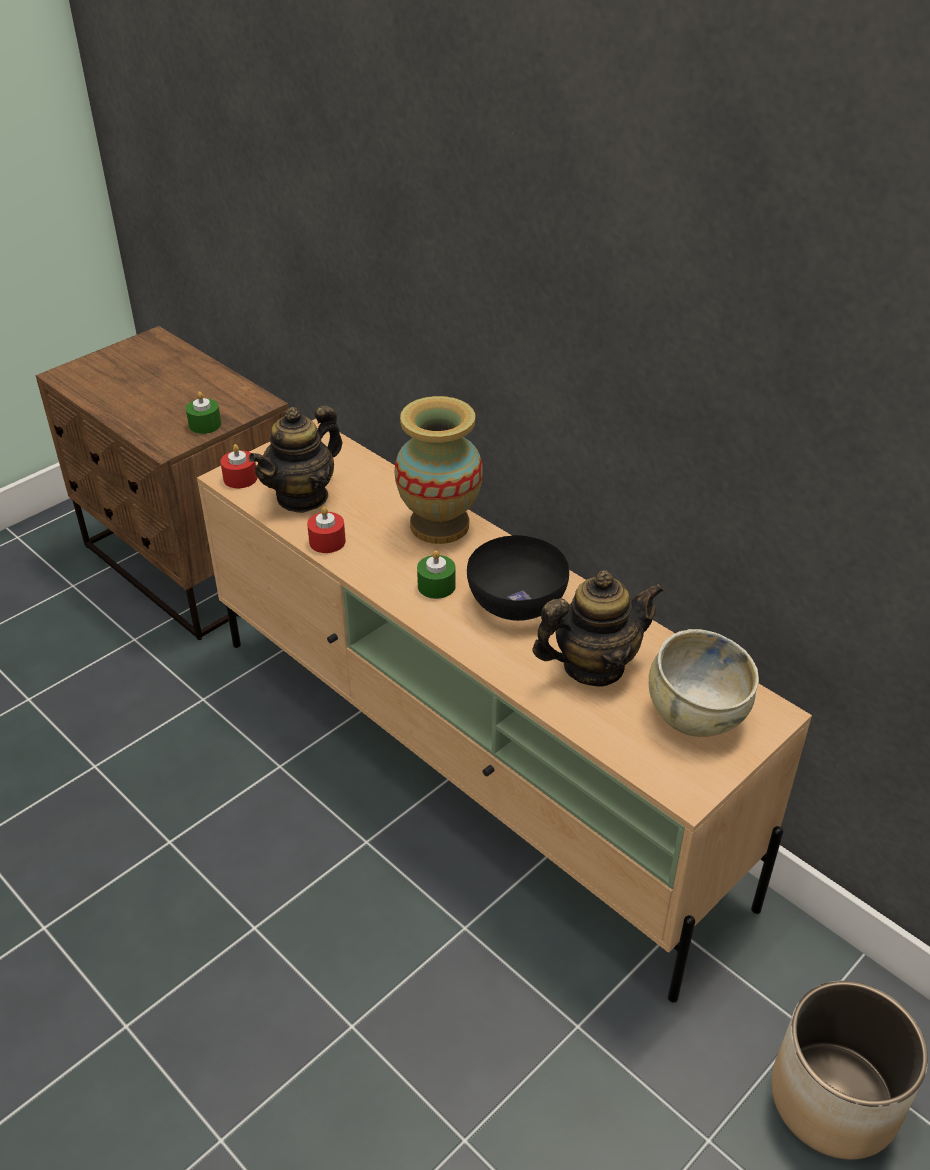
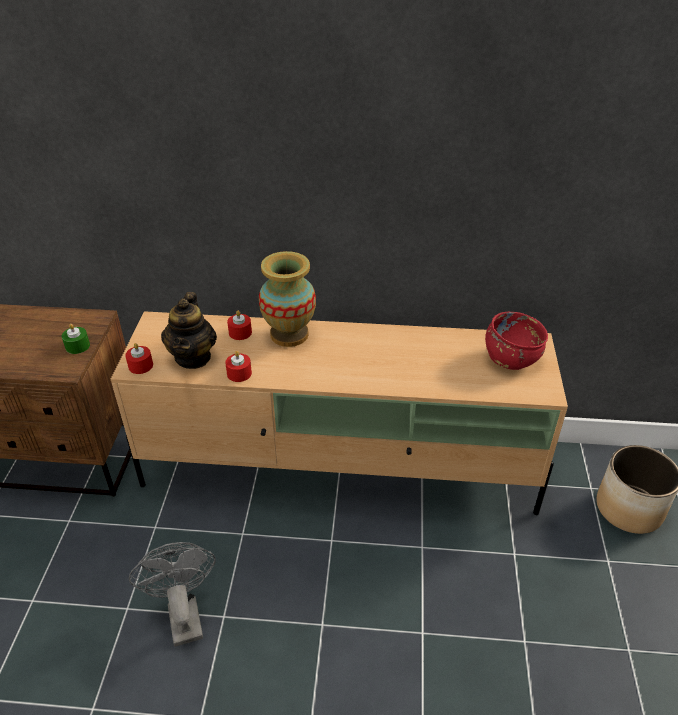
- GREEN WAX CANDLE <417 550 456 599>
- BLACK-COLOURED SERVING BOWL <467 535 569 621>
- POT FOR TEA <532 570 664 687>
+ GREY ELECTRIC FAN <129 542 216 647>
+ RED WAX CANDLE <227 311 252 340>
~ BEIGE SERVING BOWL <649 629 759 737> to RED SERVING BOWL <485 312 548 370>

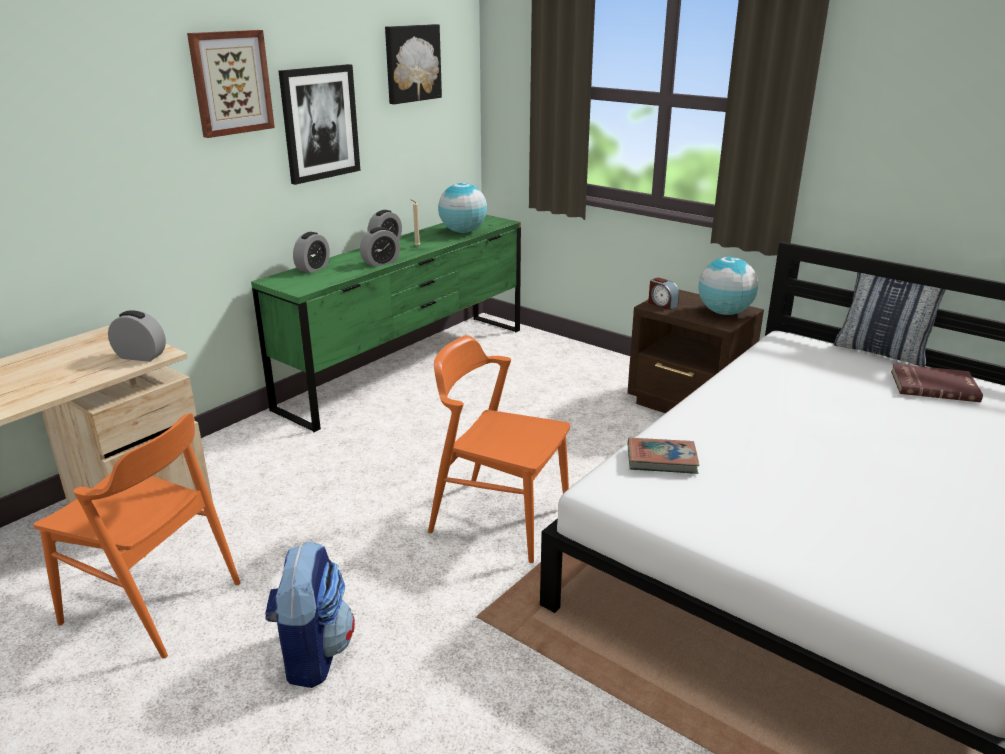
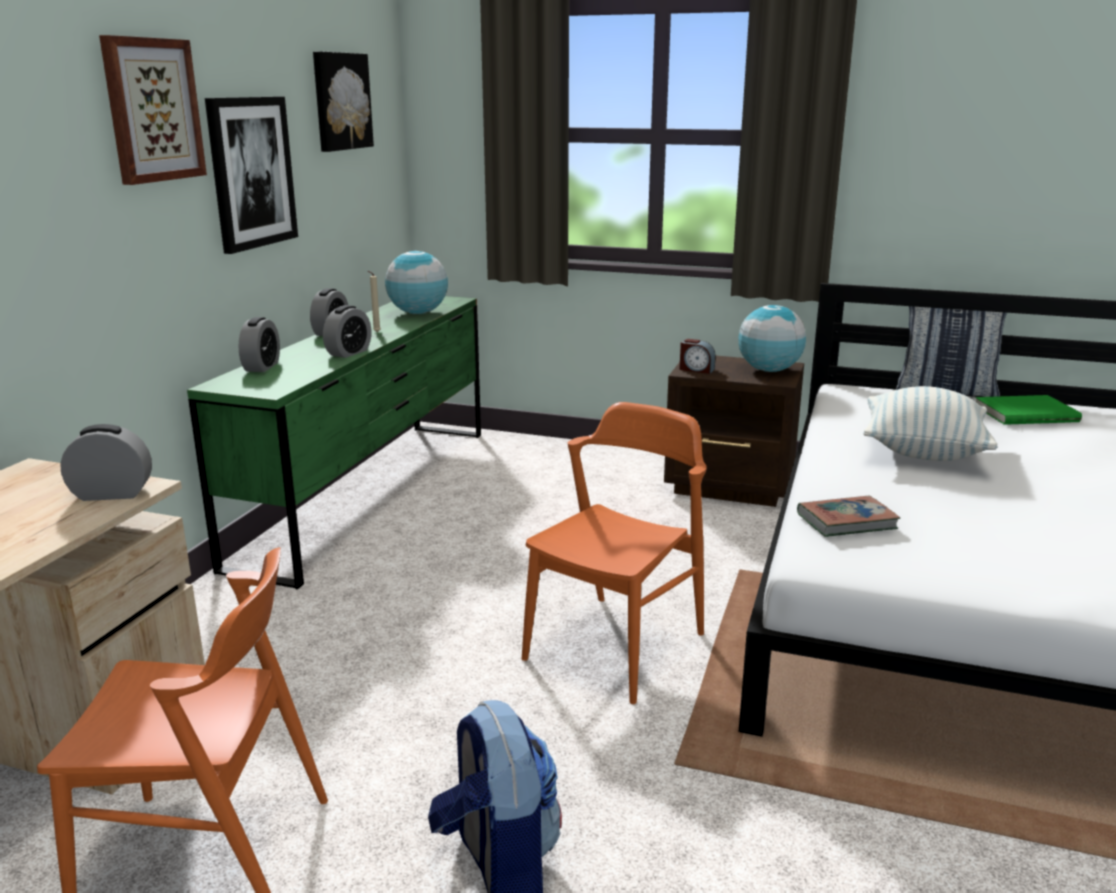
+ THROW PILLOW <863 386 997 461>
~ RED BOOK <891 364 983 402> to GREEN BOOK <976 395 1082 425>
~ ORANGE-COLOURED UPRIGHT CHAIR <428 335 570 563> = <522 402 707 704> 120 degrees clockwise

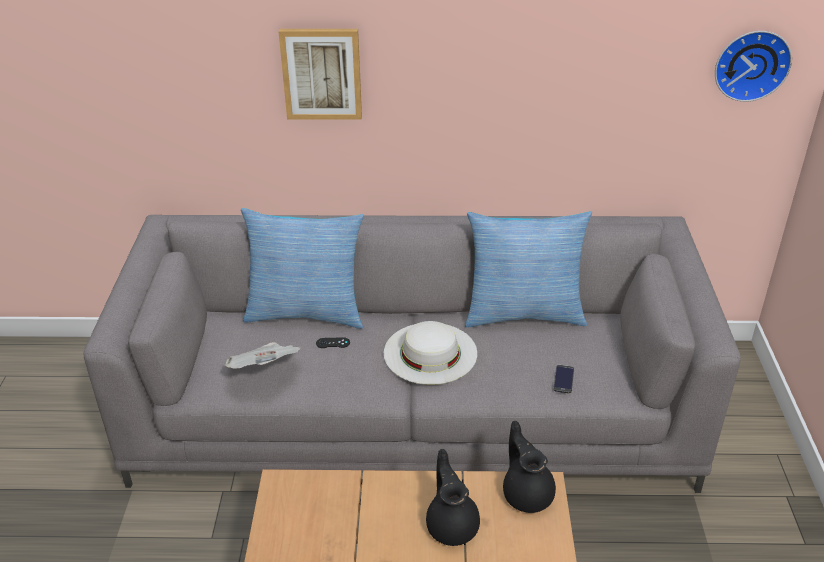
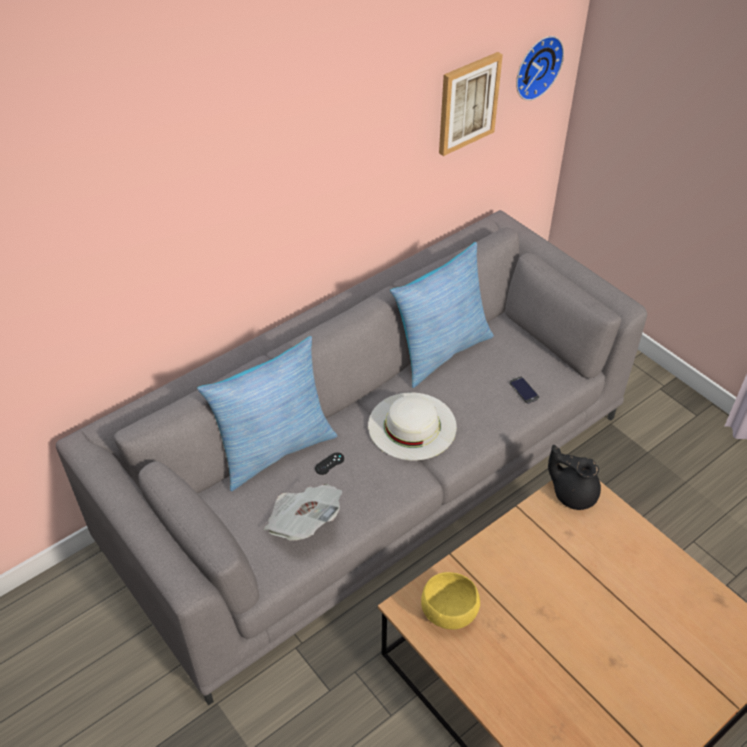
- BLACK-COLOURED POT FOR TEA <426 449 480 546>
+ YELLOW SERVING BOWL <421 572 480 630>
~ PICTURE <279 29 362 120> to <439 52 503 156>

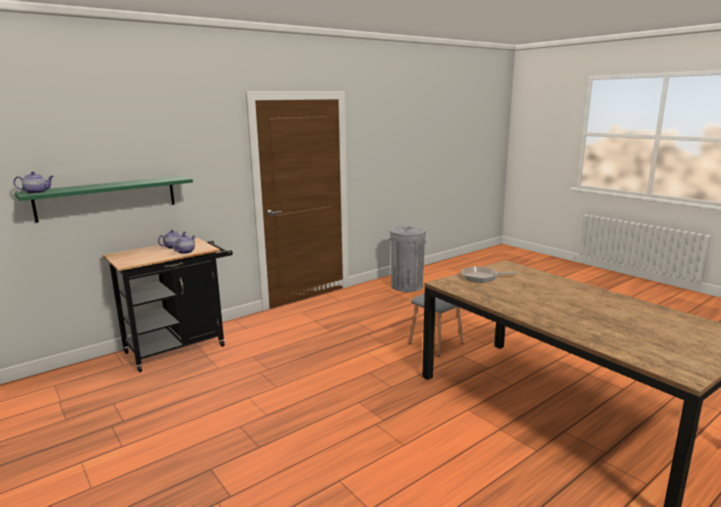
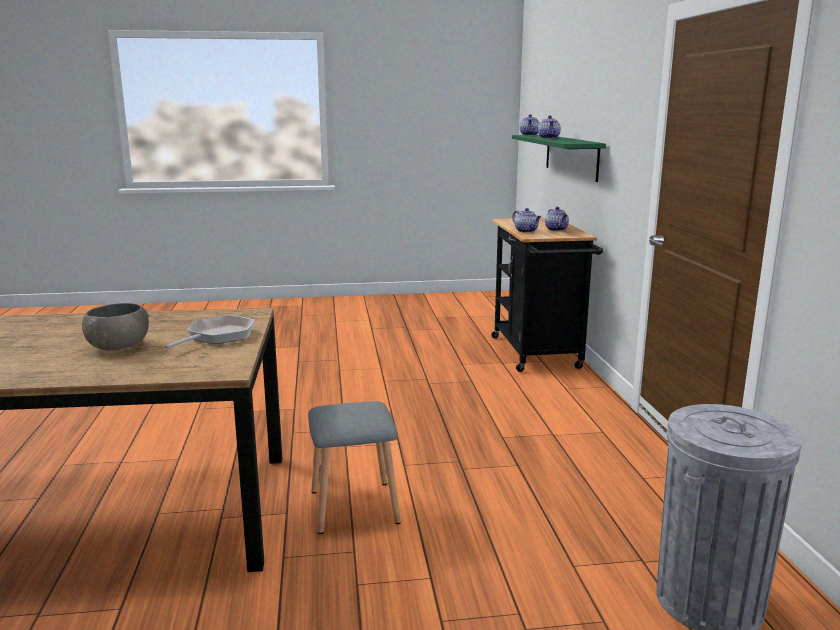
+ GREY SERVING BOWL <82 303 149 350>
+ POT FOR TEA <538 116 561 138>

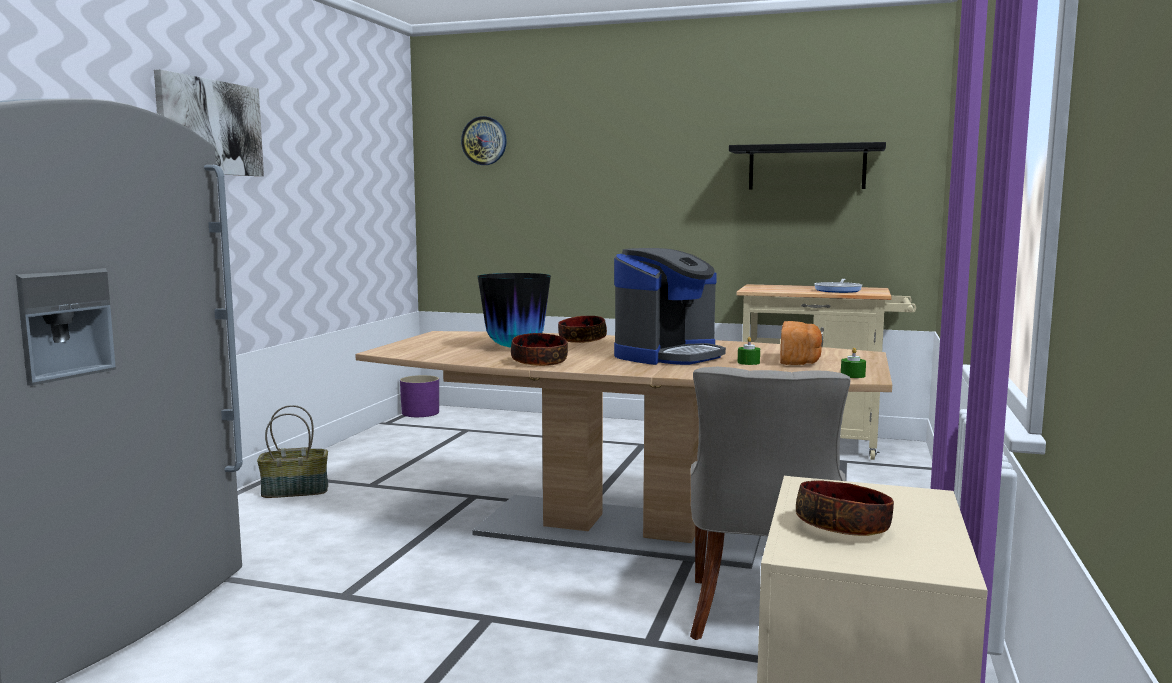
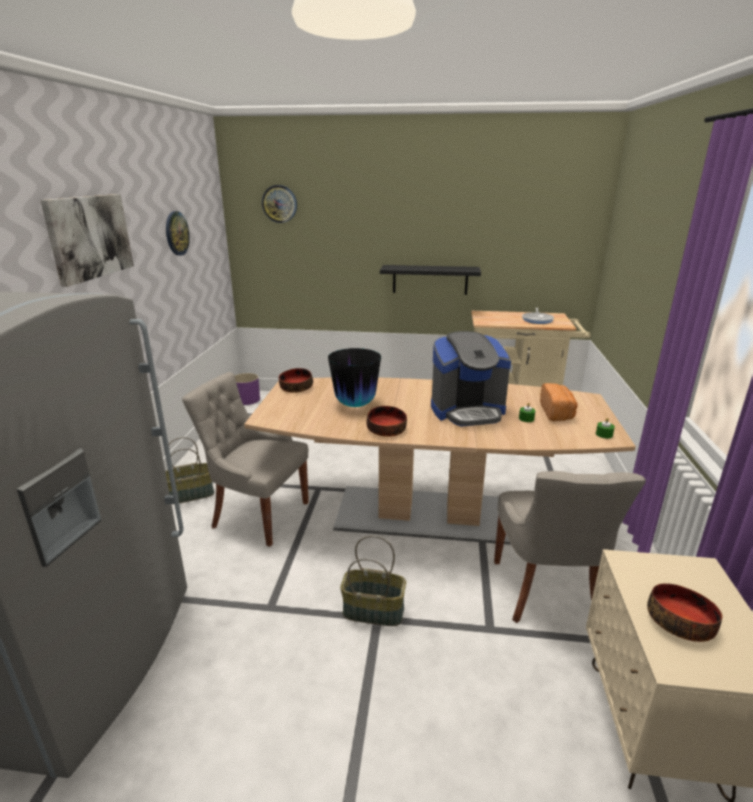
+ WALL CLOCK <166 211 190 256>
+ GREY UPRIGHT CHAIR <182 372 309 547>
+ BASKET <340 536 406 626>
~ SERVING BOWL <558 316 607 343> to <279 368 313 393>
~ BLACK-COLOURED SHELF <729 142 886 190> to <380 265 481 295>
~ COFFEE MAKER <614 248 726 365> = <431 331 511 426> 45 degrees clockwise

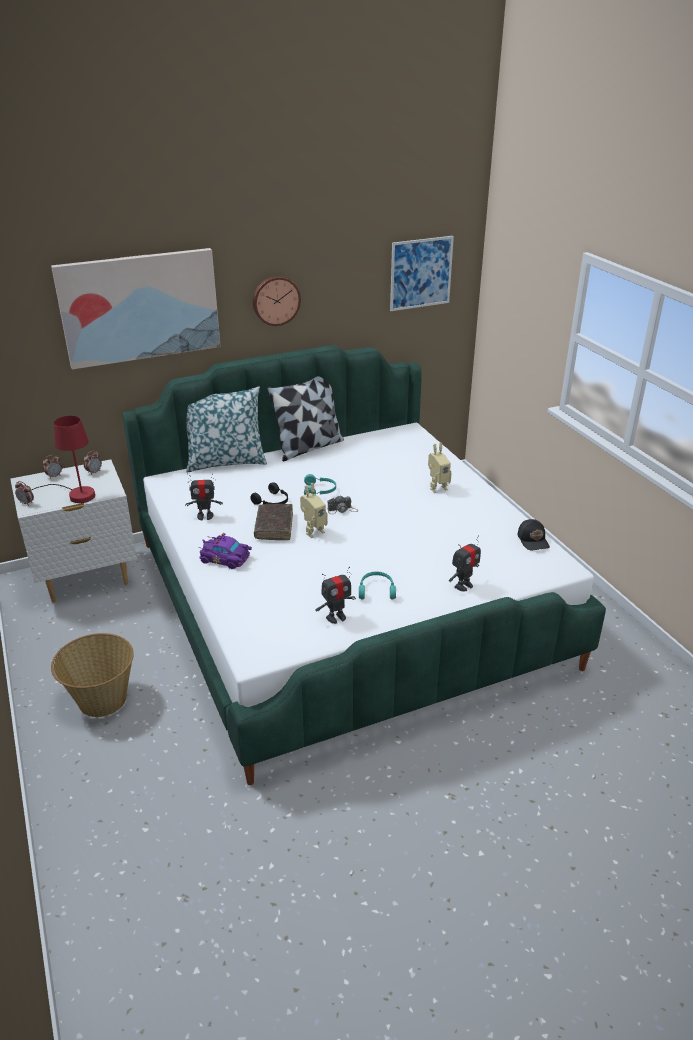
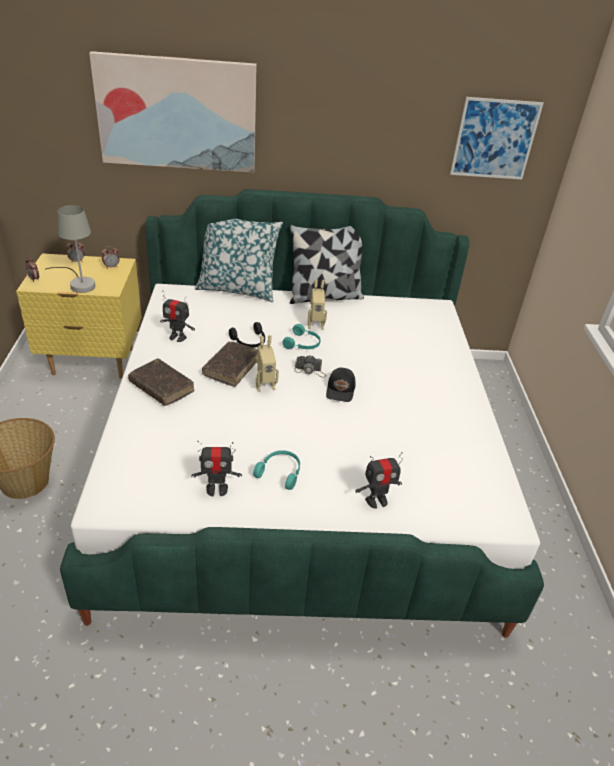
- WALL CLOCK <253 276 301 326>
~ TOY ROBOT <428 443 452 493> to <308 279 327 330>
~ BLACK-COLOURED CAP <518 519 550 550> to <326 368 356 402>
~ PURPLE MODEL CAR <198 533 252 569> to BROWN BOOK <128 359 195 406>
~ WHITE-COLOURED BEDSIDE TABLE <10 459 137 602> to YELLOW BEDSIDE TABLE <16 253 142 378>
~ RED TABLE LAMP <31 416 95 503> to GREY TABLE LAMP <46 205 95 293>

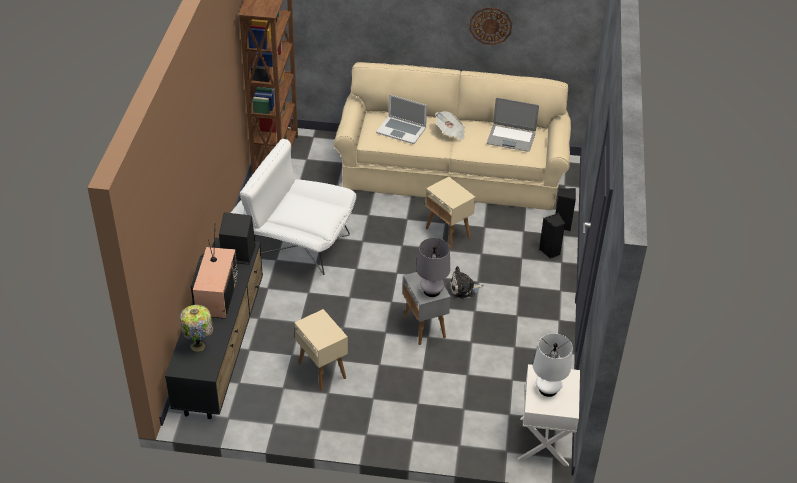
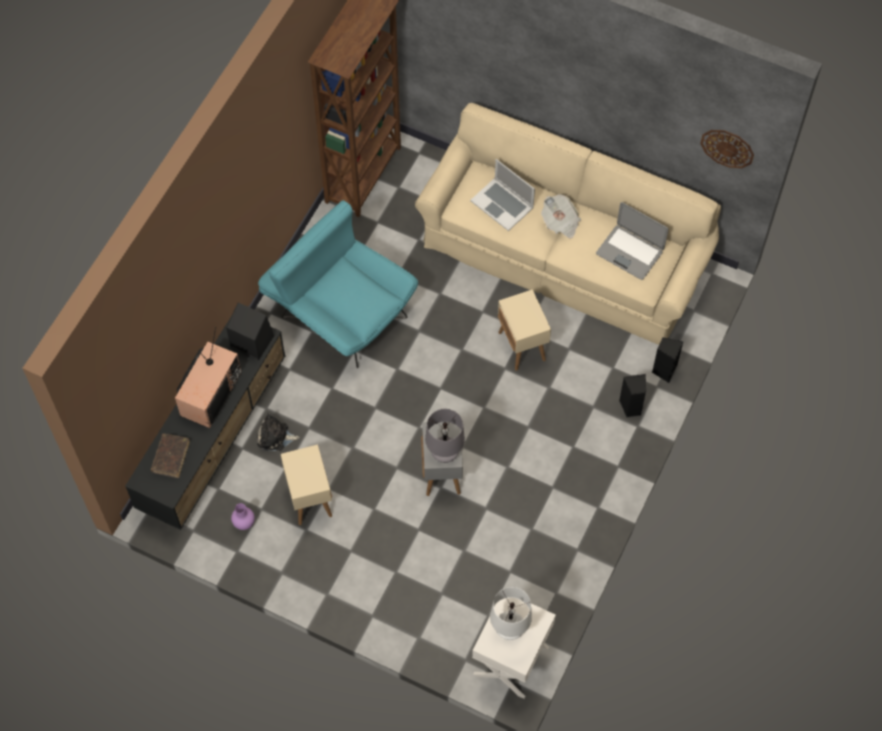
+ PURPLE FLOWER VASE <231 503 255 530>
~ SOFT TOY <449 266 483 299> to <257 412 300 451>
~ WALL CLOCK <469 7 512 45> to <700 130 754 168>
~ TABLE LAMP <180 305 214 352> to BROWN BOOK <151 434 190 478>
~ WHITE-COLOURED EASY CHAIR <231 139 356 275> to TURQUOISE EASY CHAIR <258 200 418 368>

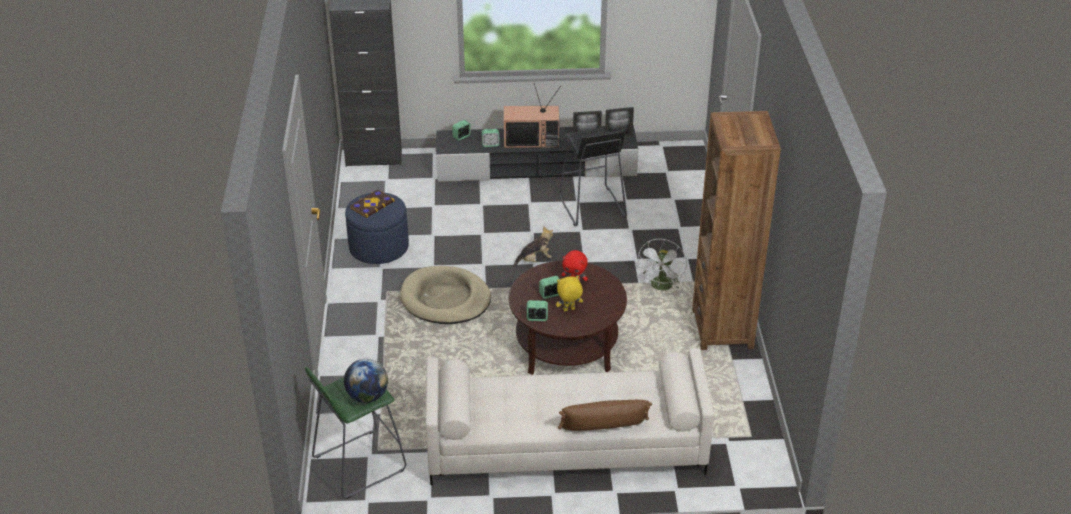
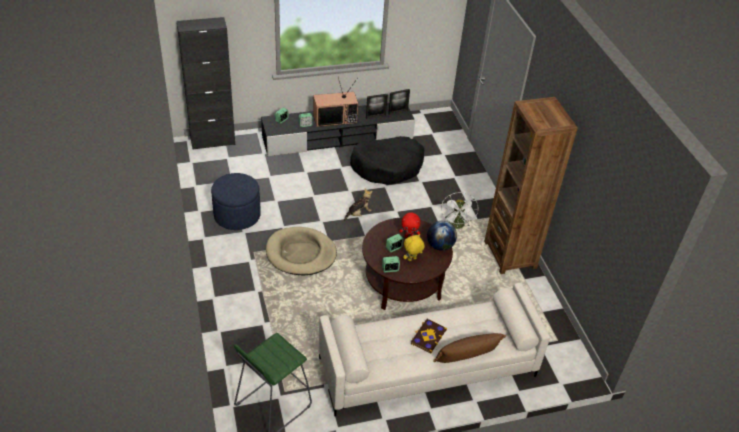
~ WORLD GLOBE <344 359 388 403> to <427 221 457 251>
~ BOOK <350 190 395 218> to <411 319 447 354>
~ BLACK-COLOURED SITTING STOOL <560 127 627 226> to BLACK-COLOURED DOG BED <350 136 424 185>

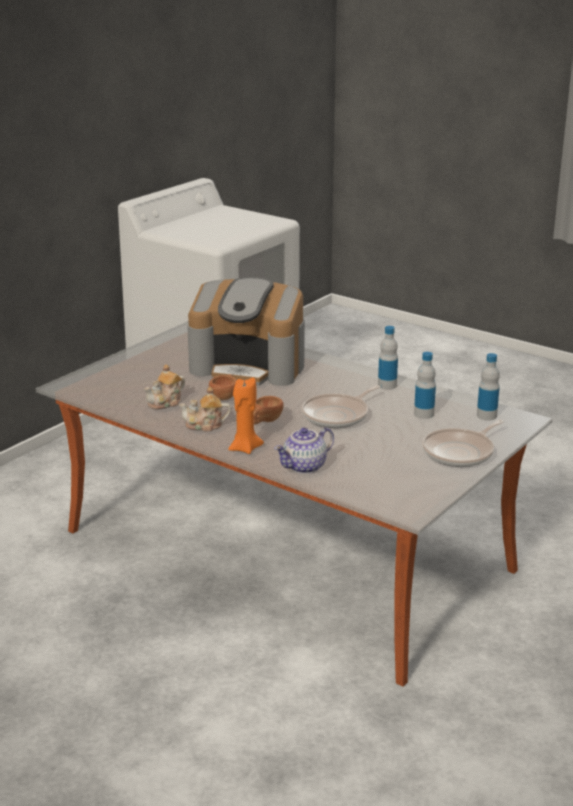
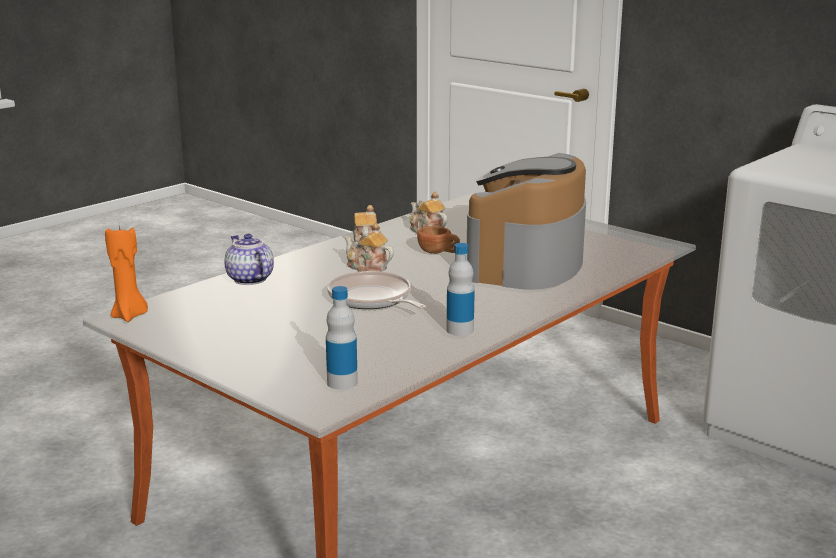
- BOTTLE <414 352 436 419>
- FRYING PAN <422 420 504 467>
~ ORANGE-COLOURED WAX CANDLE <228 377 264 454> to <105 225 148 322>
~ BROWN SMALL CUP <253 396 284 425> to POT FOR TEA <344 223 394 272>

